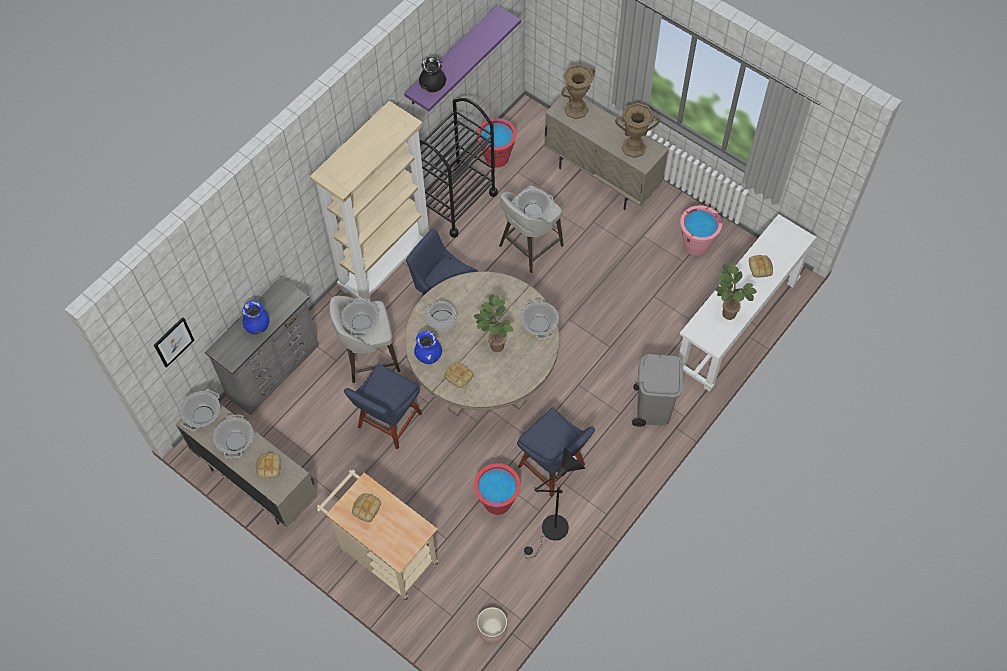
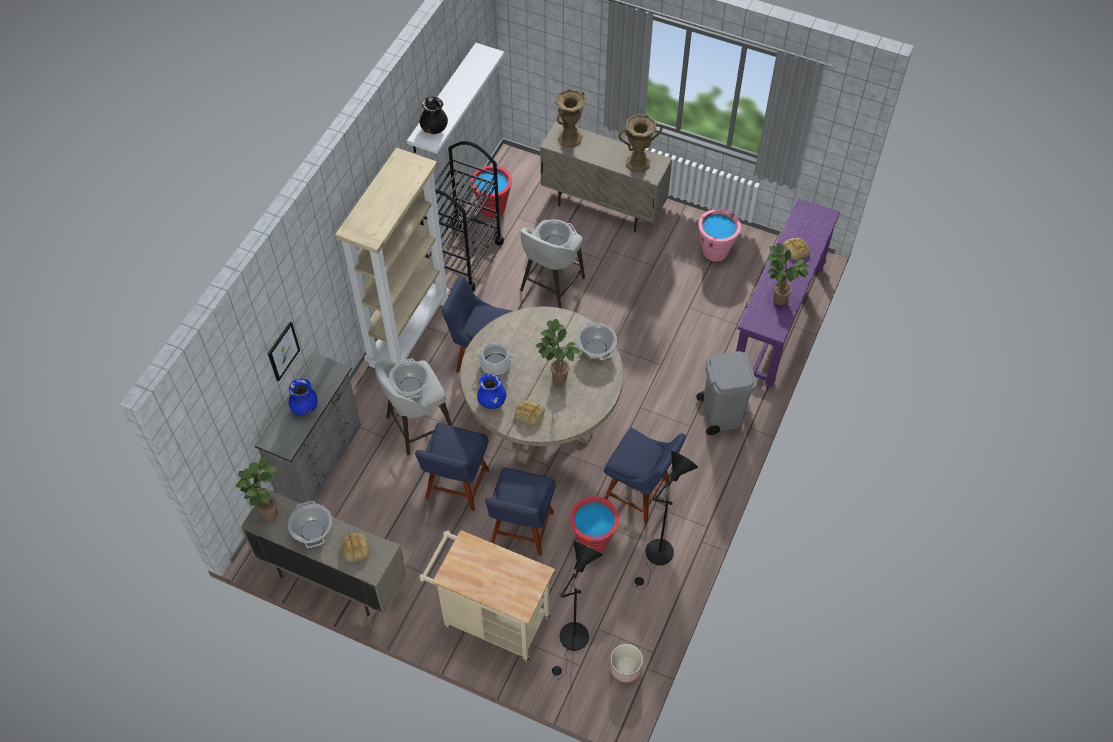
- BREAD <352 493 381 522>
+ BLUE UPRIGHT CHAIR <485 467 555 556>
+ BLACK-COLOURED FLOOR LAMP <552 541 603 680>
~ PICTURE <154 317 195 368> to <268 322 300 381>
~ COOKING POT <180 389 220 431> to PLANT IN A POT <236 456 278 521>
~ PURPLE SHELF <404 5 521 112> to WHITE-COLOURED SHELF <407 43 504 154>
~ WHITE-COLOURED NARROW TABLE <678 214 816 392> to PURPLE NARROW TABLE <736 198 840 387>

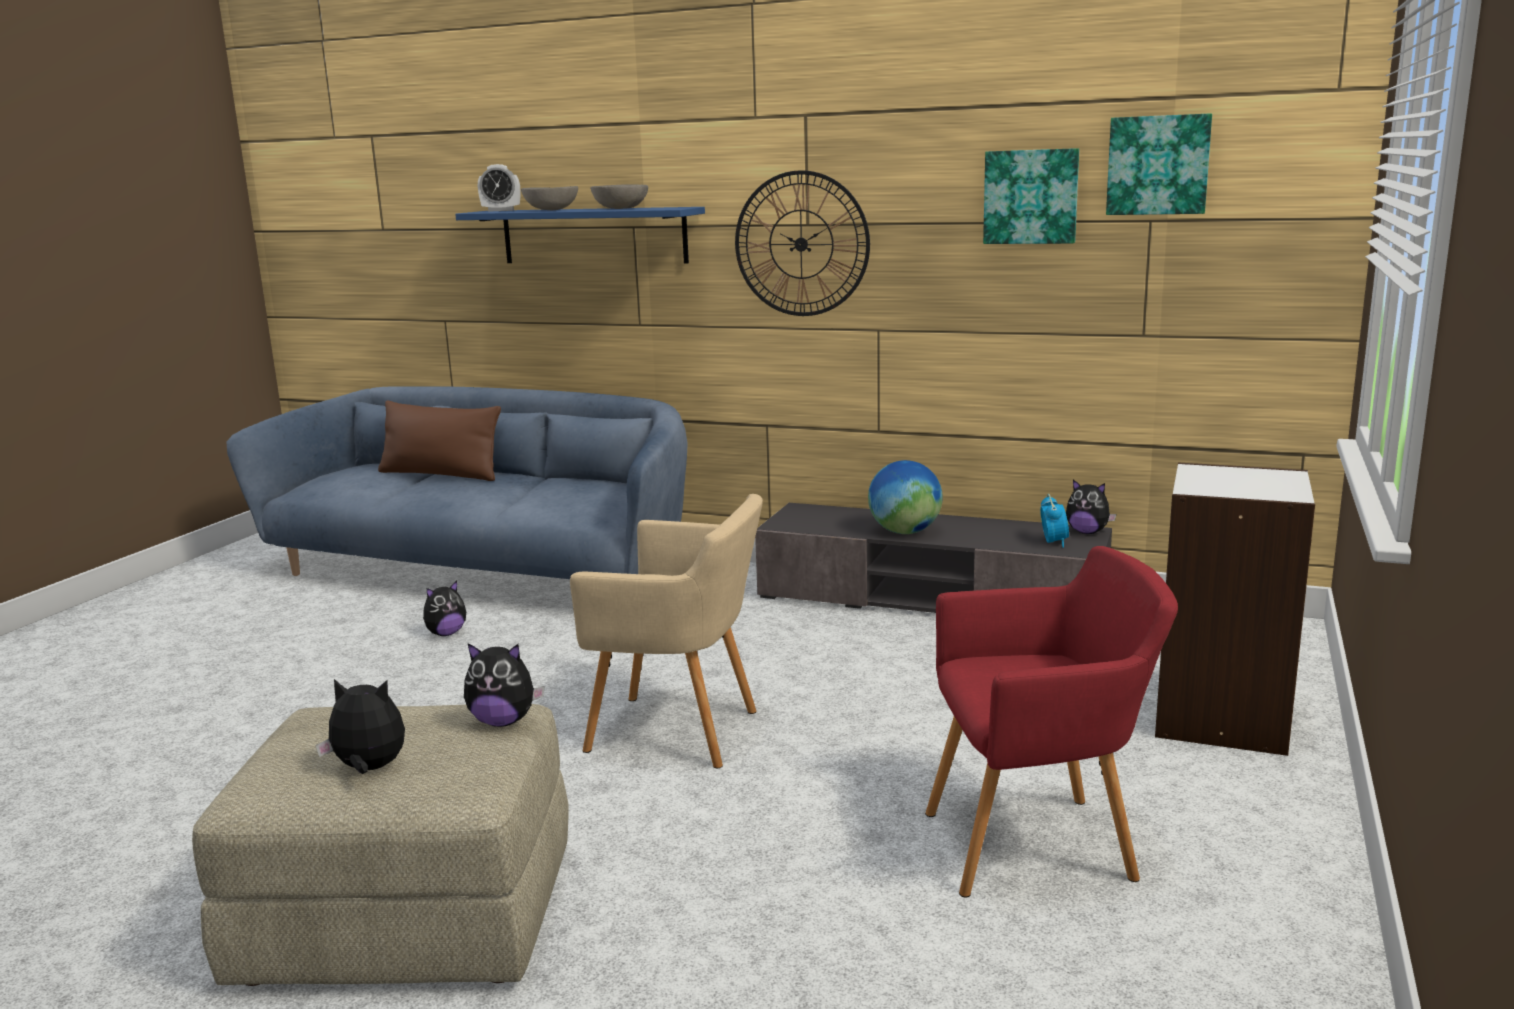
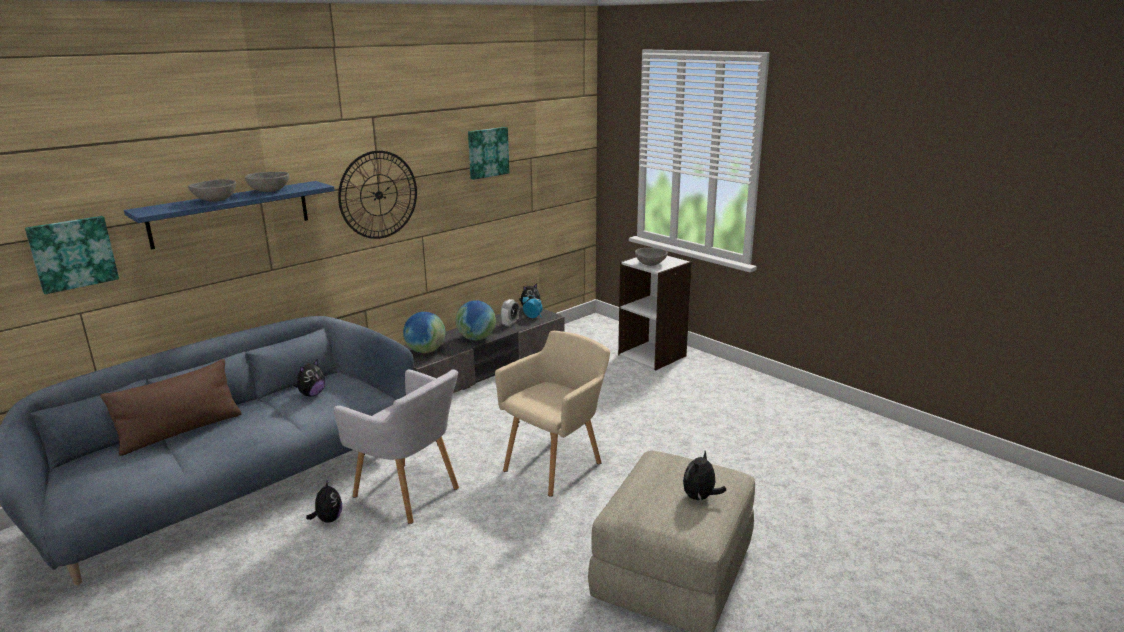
- RED EASY CHAIR <925 546 1178 897>
+ GREY EASY CHAIR <333 369 459 524>
+ WORLD GLOBE <403 312 445 353>
+ GREY SERVING BOWL <635 248 668 266>
~ SOFT TOY <464 643 545 727> to <293 359 325 397>
~ ALARM CLOCK <478 164 520 212> to <501 299 519 327>
~ PICTURE <1106 114 1212 215> to <25 216 119 294>

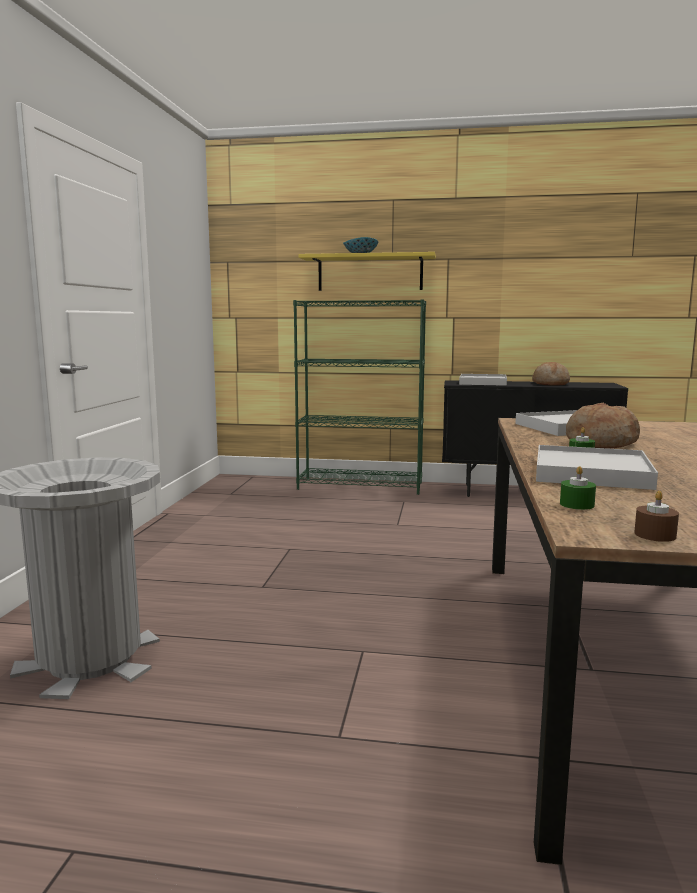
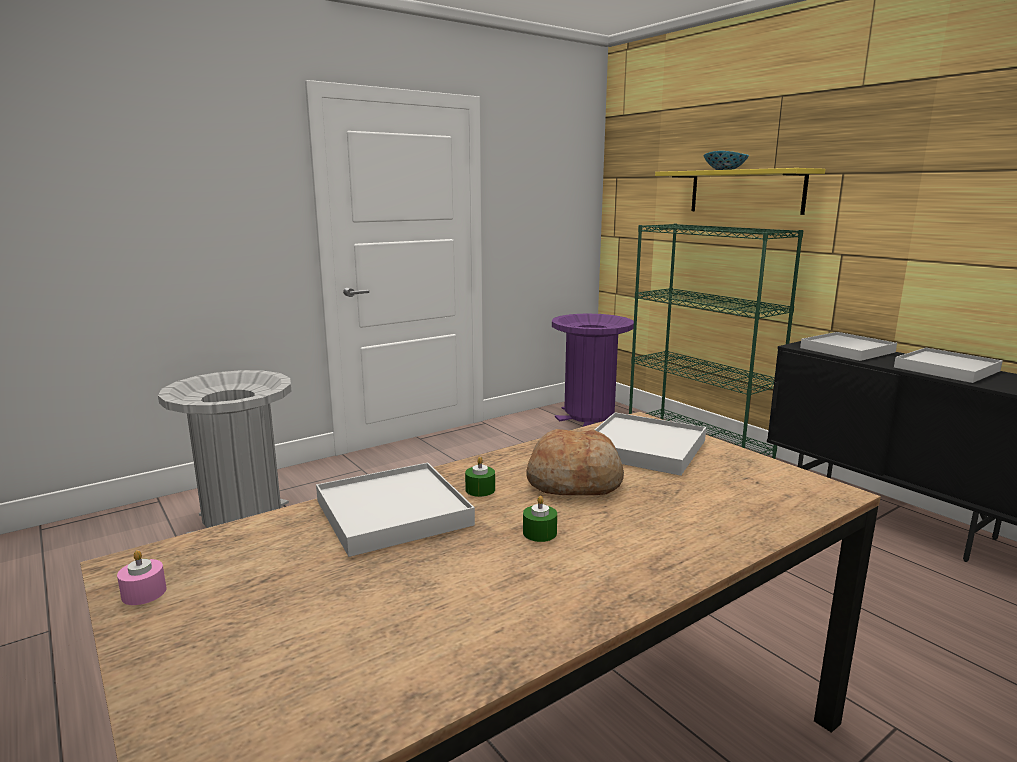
+ PURPLE TRASH CAN <552 313 634 426>
~ GREEN WAX CANDLE <560 466 596 510> to <523 496 557 542>
~ BREAD <532 362 570 385> to WHITE-COLOURED CARRYING TRAY <894 348 1003 383>
~ BROWN WAX CANDLE <634 491 679 542> to PINKISH WAX CANDLE <117 550 166 605>

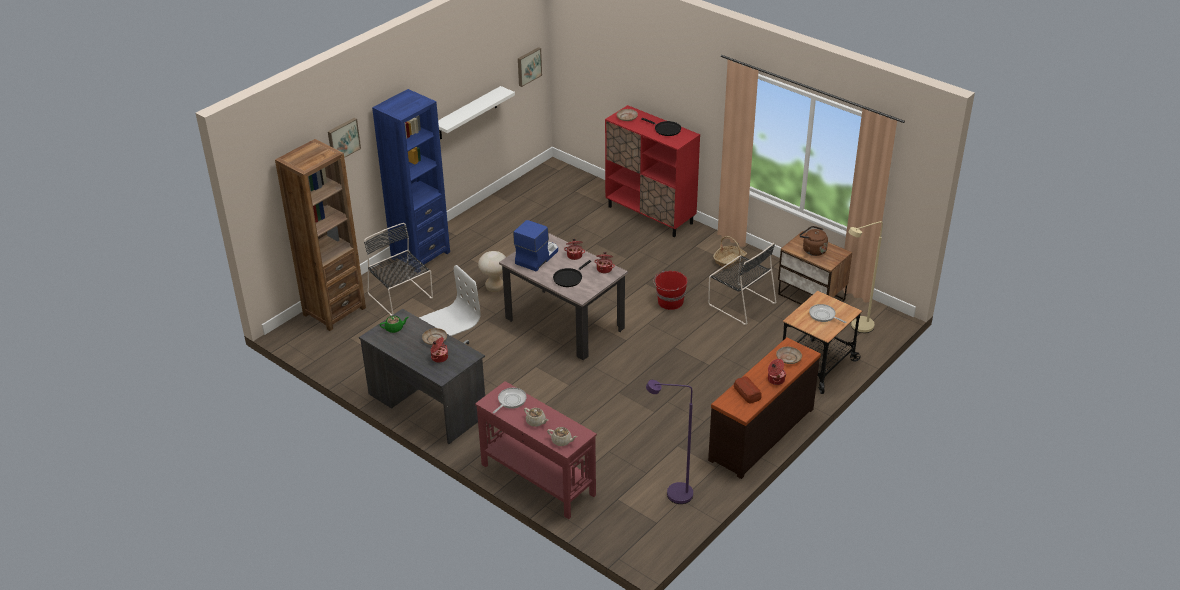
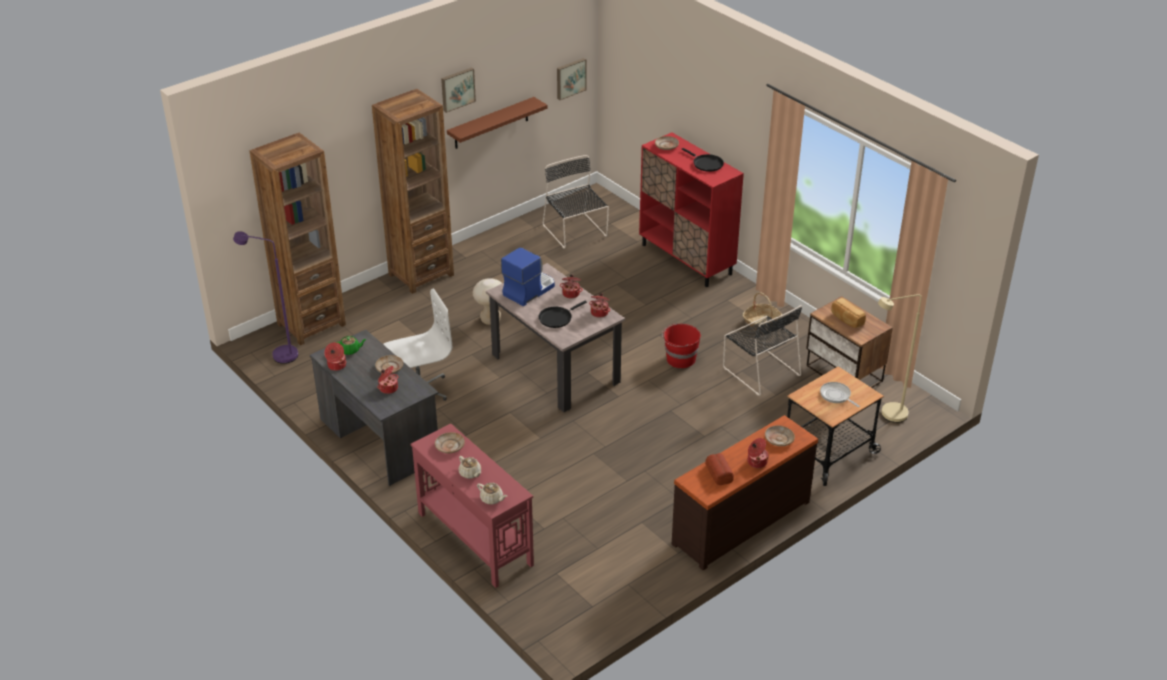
+ COOKING POT <324 342 346 371>
~ PICTURE <328 118 361 158> to <441 68 476 113>
~ BLACK-COLOURED UPRIGHT CHAIR <364 223 433 316> to <543 155 609 249>
~ PURPLE FLOOR LAMP <646 380 693 504> to <233 231 298 364>
~ FRYING PAN <493 388 527 414> to BEIGE DINNER PLATE <435 432 465 453>
~ BROWN KETTLE <799 226 828 256> to BREAD <831 297 866 328>
~ BLUE BOOKCASE <372 89 450 273> to BROWN BOOKCASE <372 89 454 294>
~ WHITE-COLOURED SHELF <438 86 515 139> to BROWN SHELF <447 97 548 149>

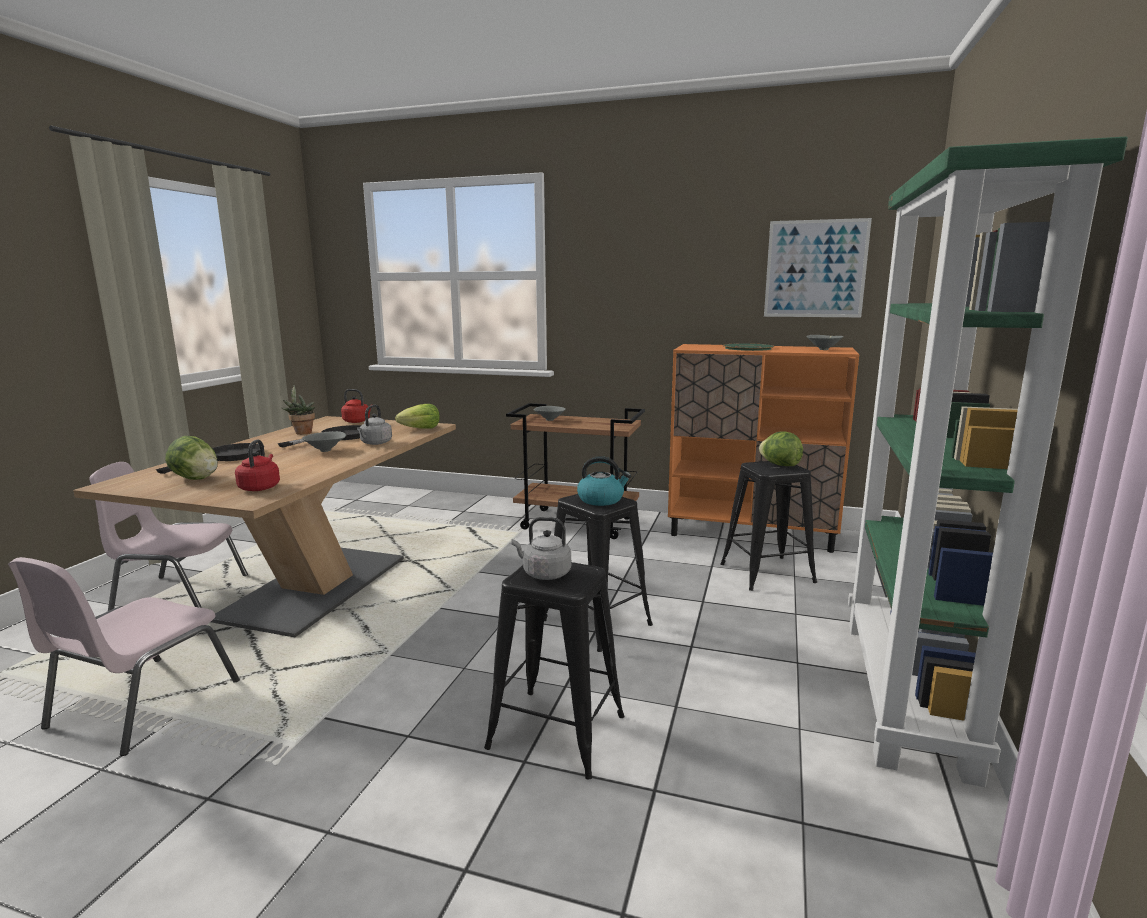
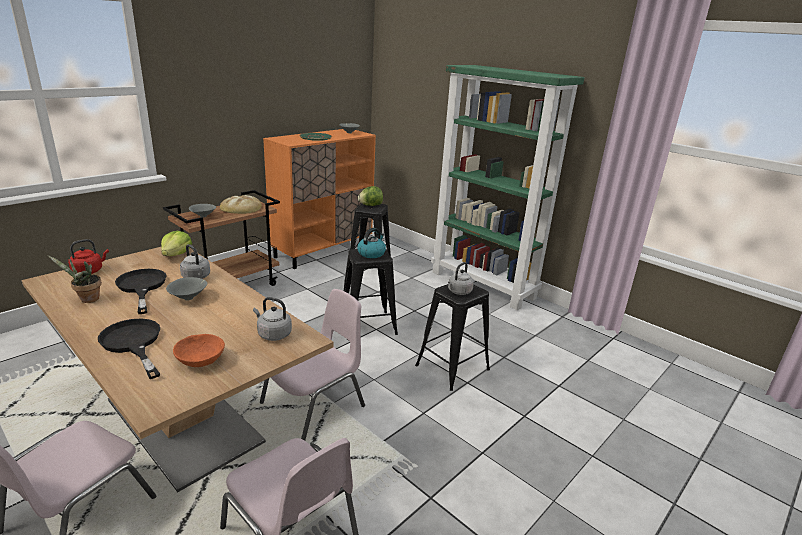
- PICTURE <764 218 872 317>
+ BREAD <220 195 262 214>
+ PINKISH UPRIGHT CHAIR <260 289 365 441>
~ HEAD OF LETTUCE <165 436 218 480> to ORANGE-COLOURED SERVING BOWL <173 334 225 367>
~ RED KETTLE <235 439 280 491> to GREY KETTLE <253 297 292 341>

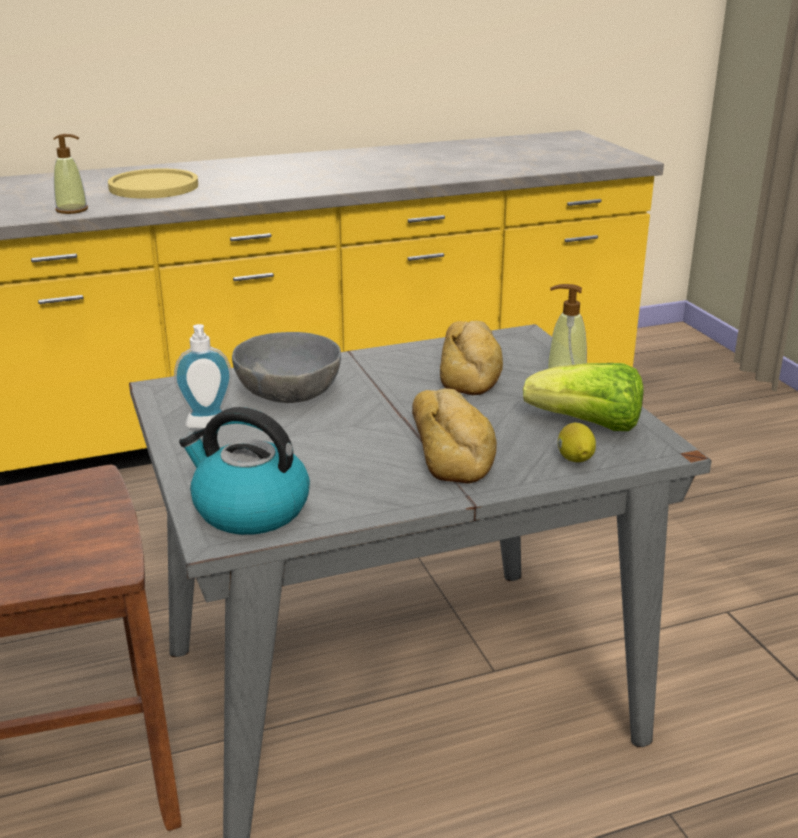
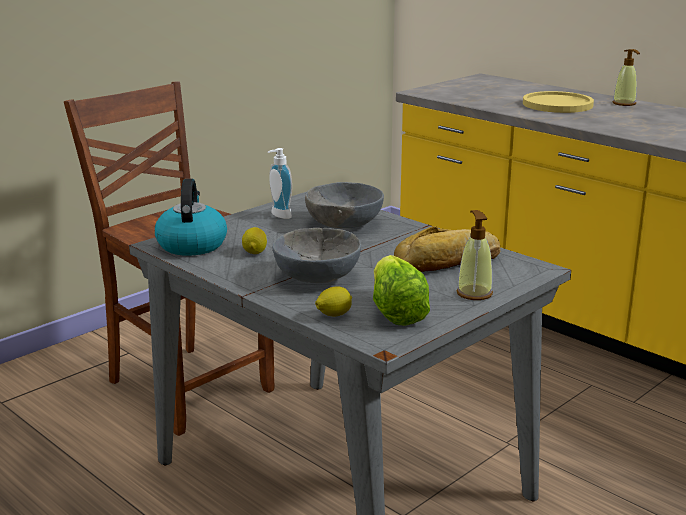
+ CITRUS FRUIT <242 227 267 254>
~ SOAP DISPENSER <53 134 88 214> to <612 49 640 106>
~ BREAD <412 388 497 483> to GREY SERVING BOWL <272 228 361 283>

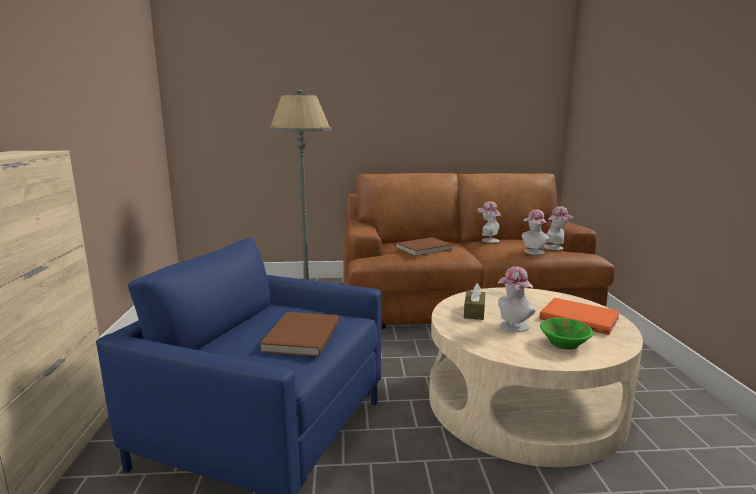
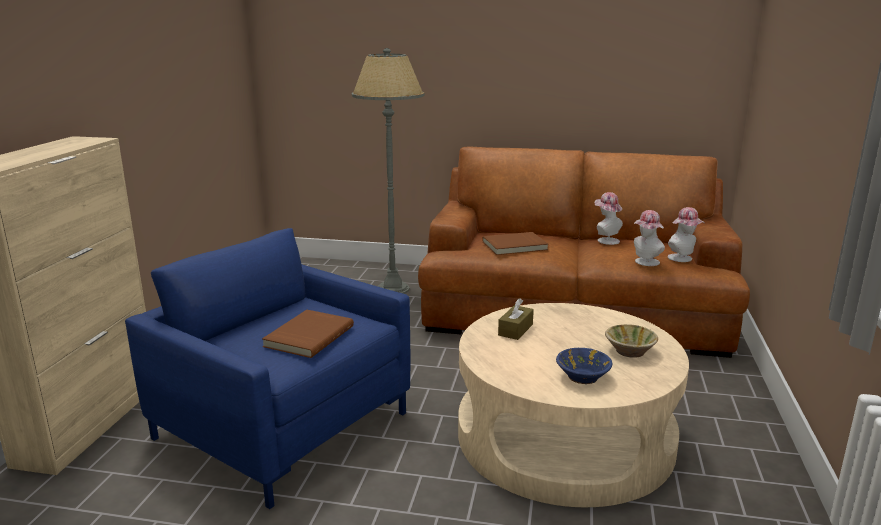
- HAT <498 266 535 332>
~ ORANGE-COLOURED BOOK <539 298 620 335> to BEIGE SERVING BOWL <605 324 658 358>
~ GREEN SERVING BOWL <540 318 593 350> to BLUE SERVING BOWL <556 348 612 384>

